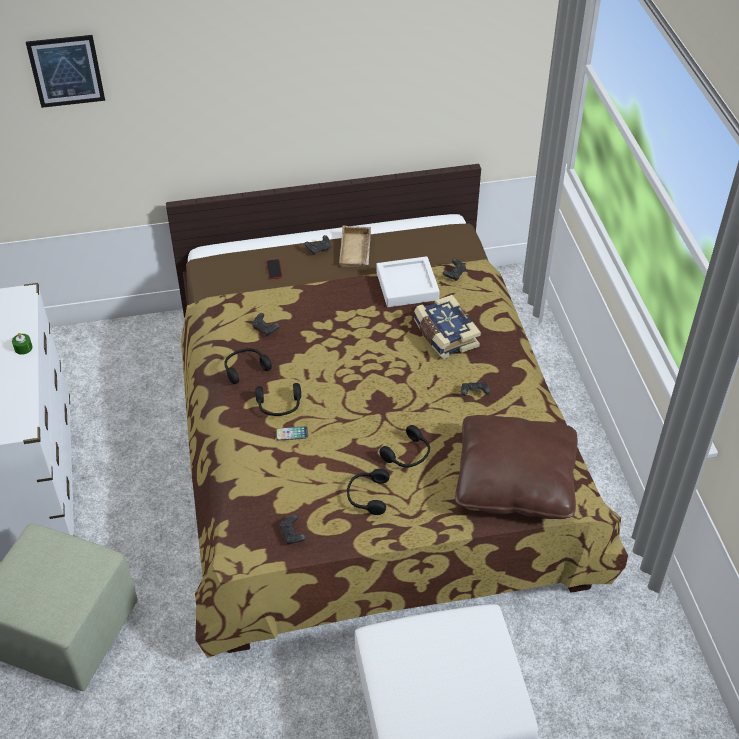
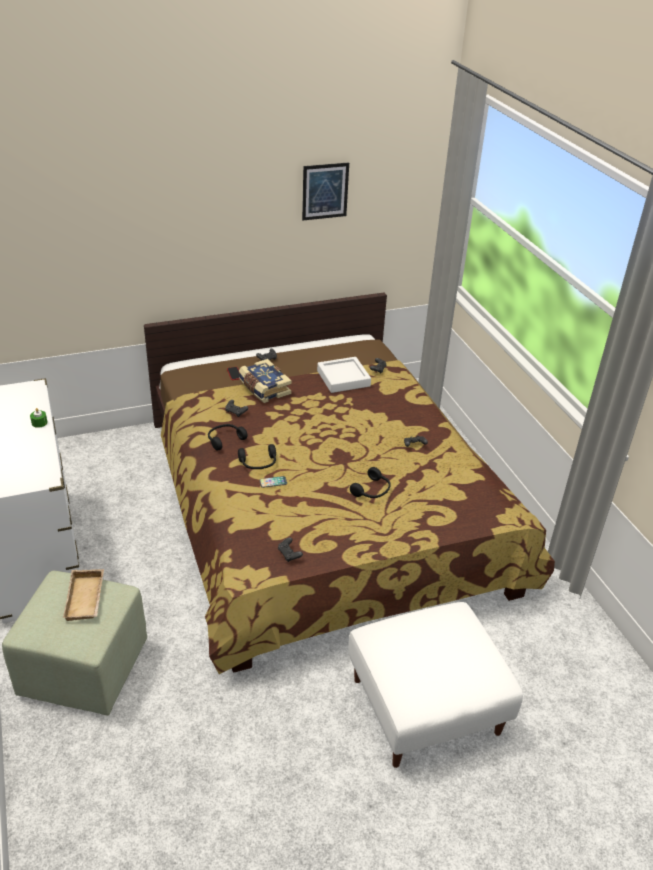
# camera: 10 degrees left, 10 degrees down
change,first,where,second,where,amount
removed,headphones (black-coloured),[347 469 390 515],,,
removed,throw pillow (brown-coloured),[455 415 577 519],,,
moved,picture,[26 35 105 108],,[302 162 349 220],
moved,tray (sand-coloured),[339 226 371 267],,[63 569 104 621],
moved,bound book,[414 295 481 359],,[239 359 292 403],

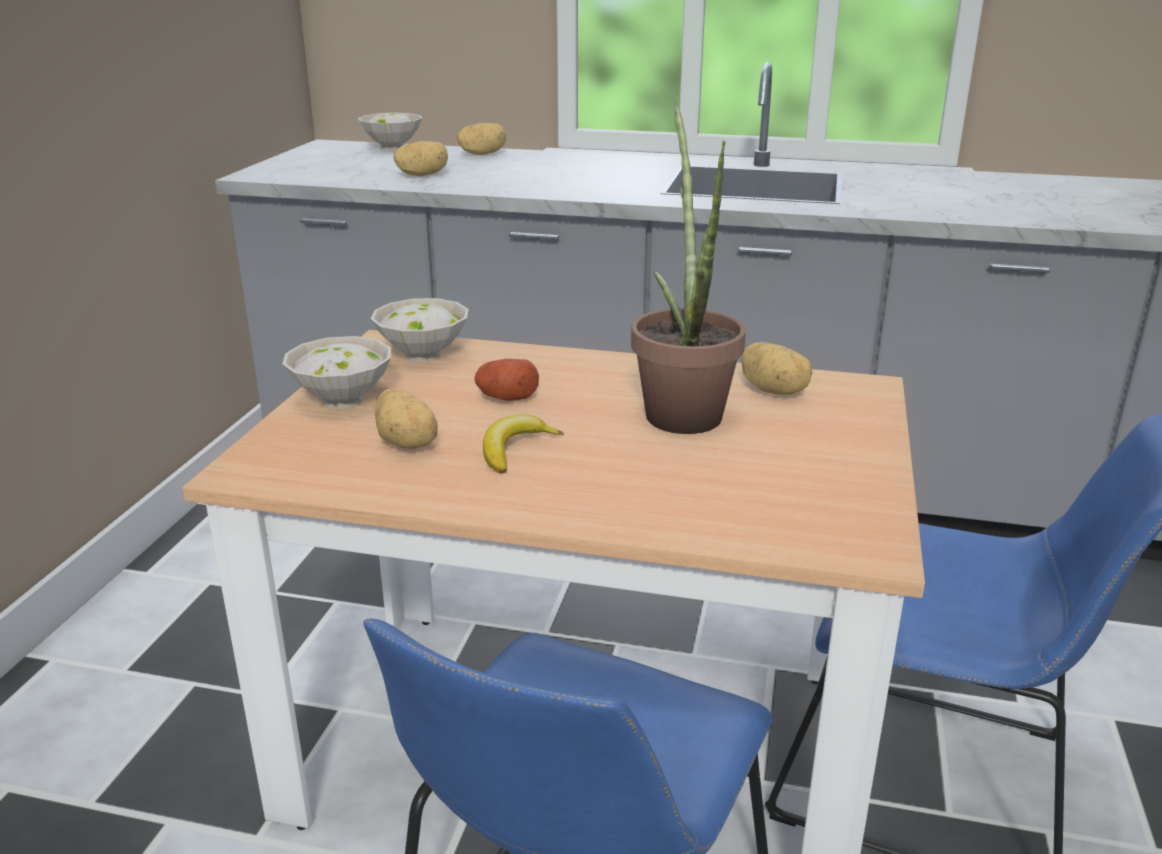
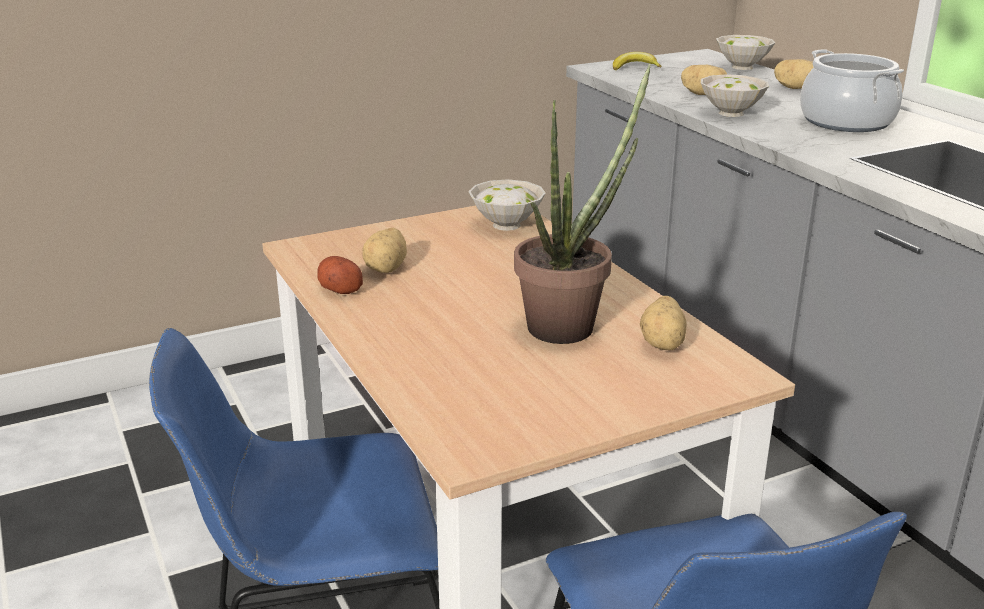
# camera: 50 degrees right, 0 degrees up
change,first,where,second,where,amount
added,,,stockpot,[800 50 904 132],
moved,deep dish (white-coloured),[282 336 391 409],,[701 74 769 117],
moved,spud,[474 359 539 401],,[318 256 363 294],
moved,banana fruit,[483 414 564 474],,[613 52 662 70],

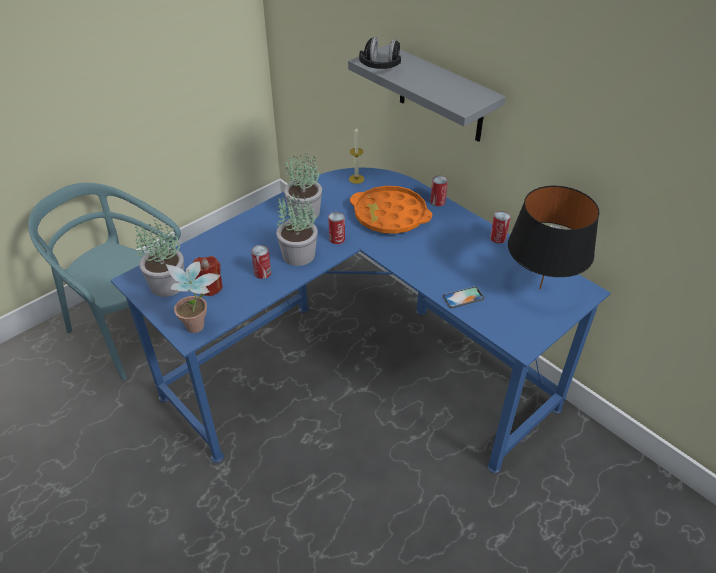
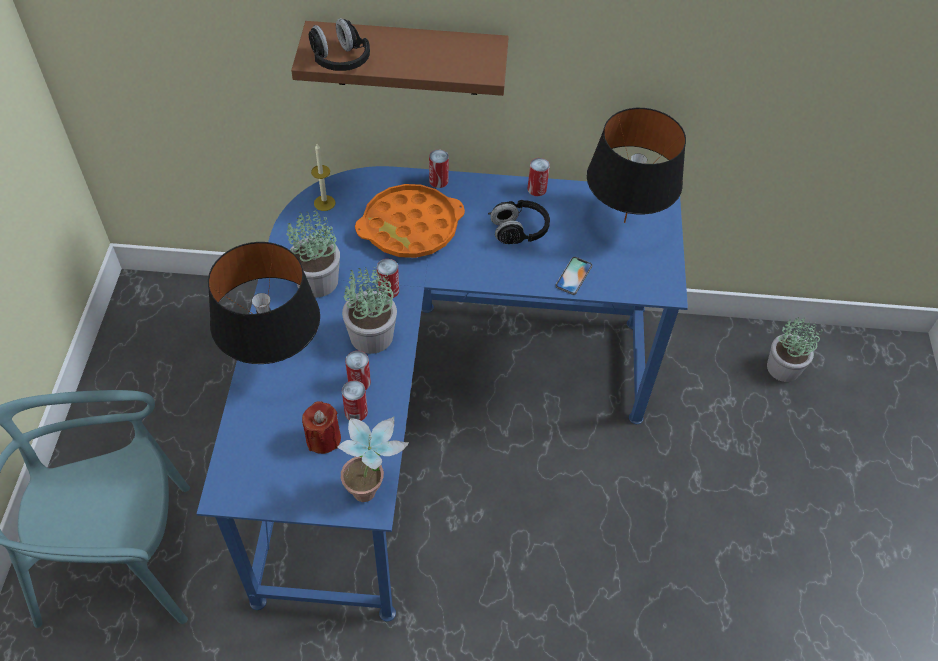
# camera: 45 degrees left, 10 degrees up
change,first,where,second,where,amount
added,,,tabletop lamp (black-coloured),[208 242 320 364],
added,,,metal can,[342 381 368 421],
added,,,headphones (black-coloured),[488 200 550 244],
moved,houseplant,[135 220 184 297],,[767 317 823 382],
recoloured,shelf (grey),[348 44 506 142],shelf (brown-coloured),[291 21 509 96],

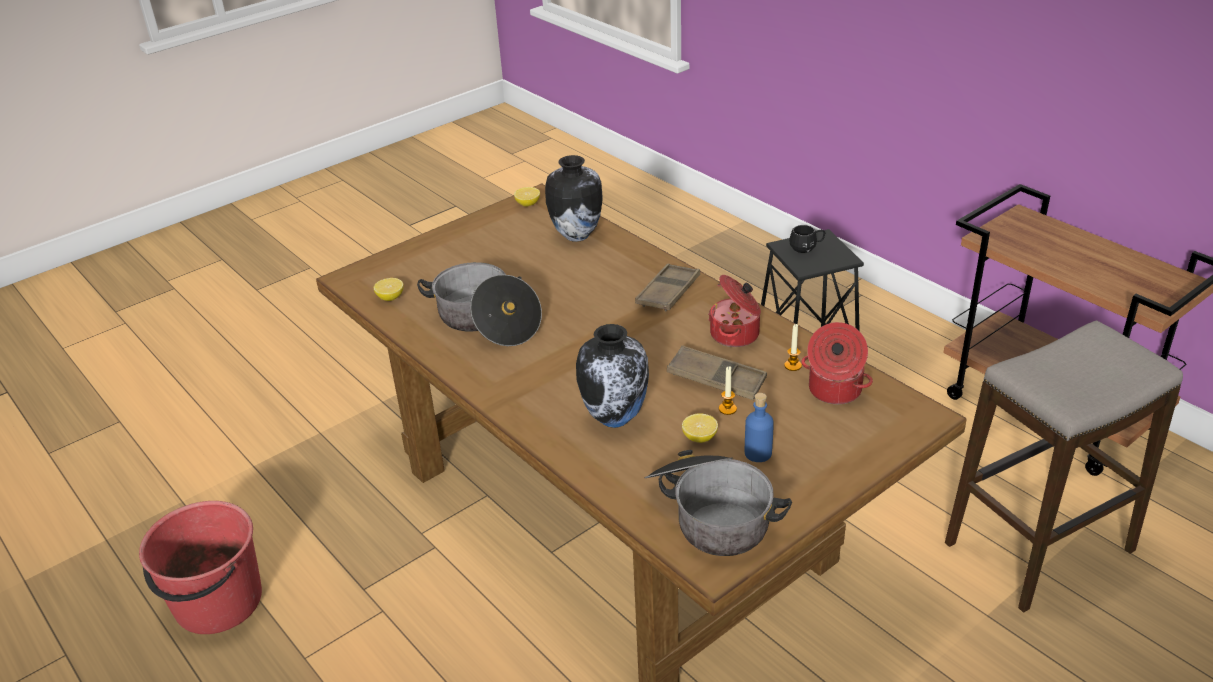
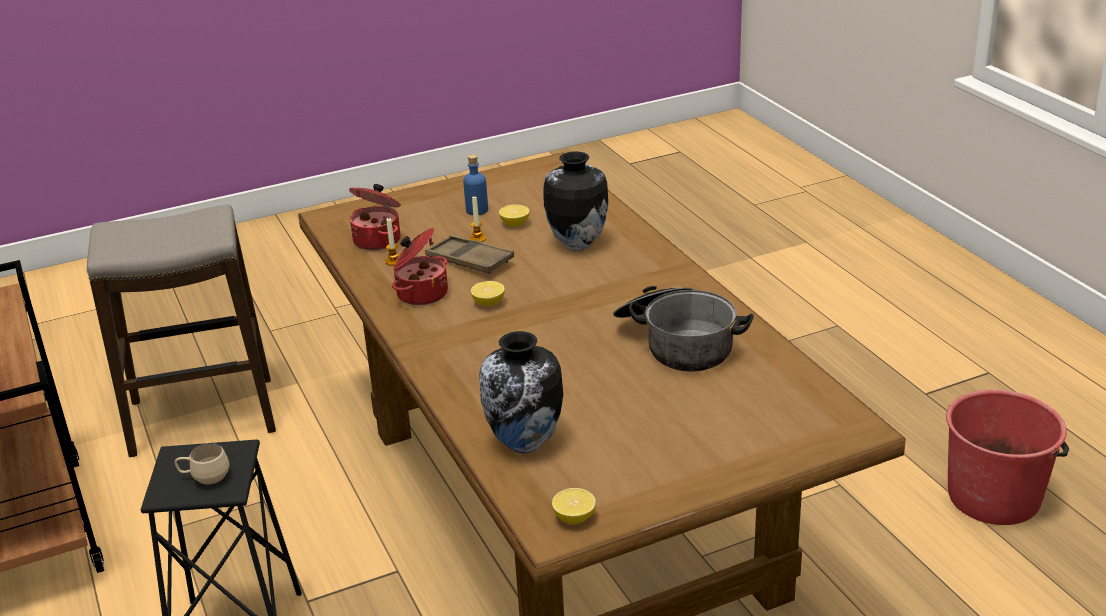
# camera: 165 degrees left, 5 degrees down
change,first,where,second,where,amount
removed,tray (brown-coloured),[635 263 700 311],,,
removed,stockpot,[645 450 792 556],,,
moved,whole lemon,[374 278 404 301],,[471 281 505 306],
recoloured,mug (black-coloured),[789 225 825 253],mug (sand-coloured),[175 443 229 484],

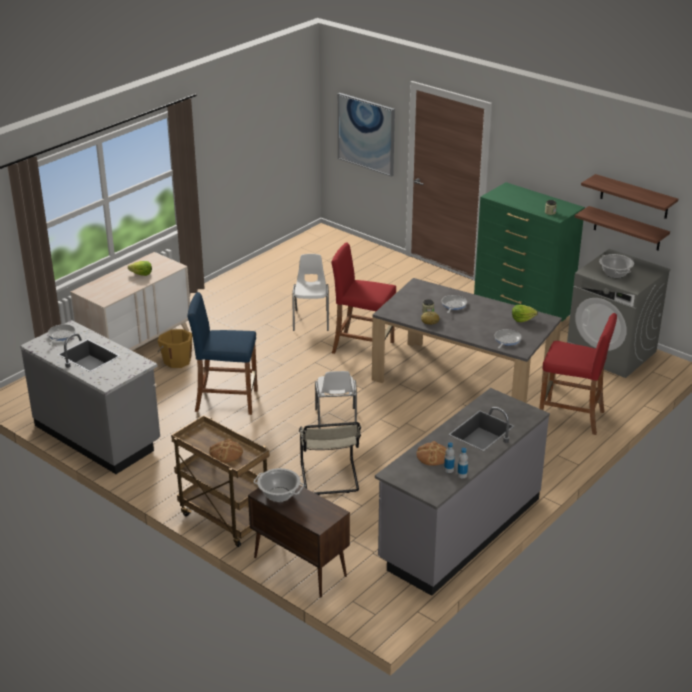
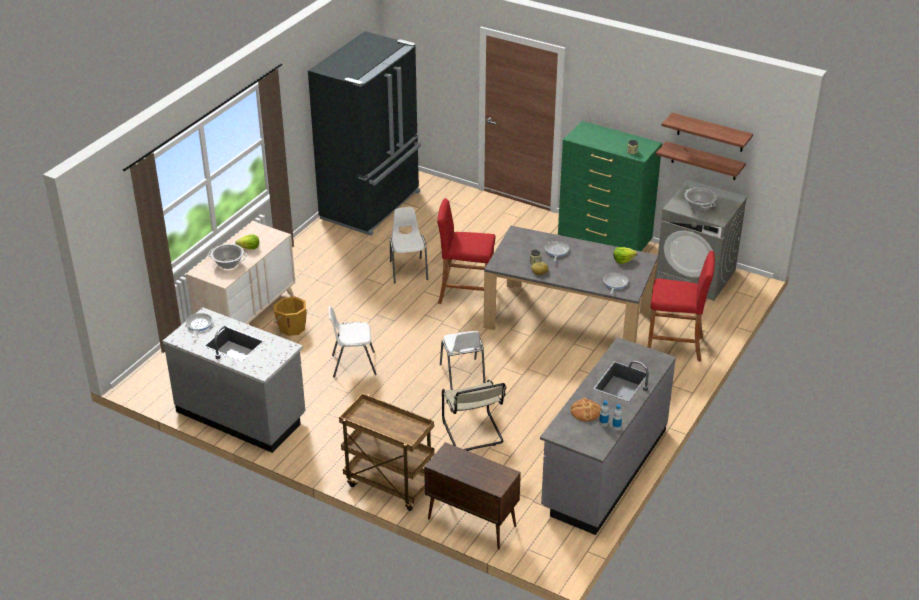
# camera: 10 degrees left, 5 degrees up
change,first,where,second,where,amount
removed,bread,[209 439 243 463],,,
removed,picture,[338 93 395 177],,,
added,,,kitchen fridge (black-coloured),[308 31 421 236],
moved,stockpot,[253 468 304 502],,[207 244 247 269],
replaced,stool (bluish),[188 292 258 415],chair (white-coloured),[329 306 377 377],

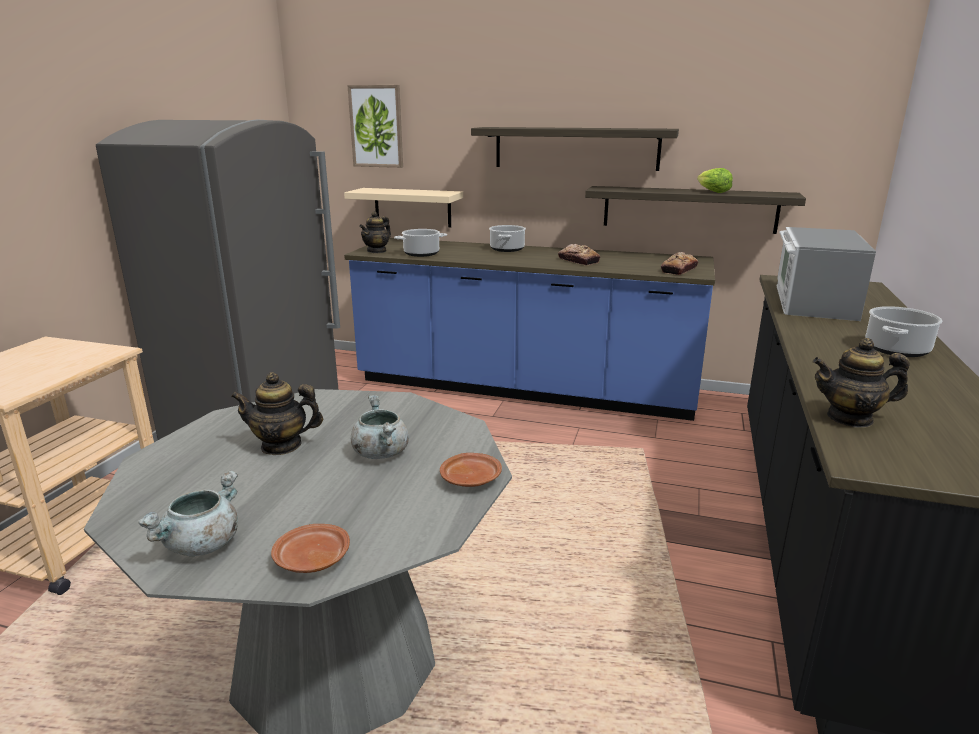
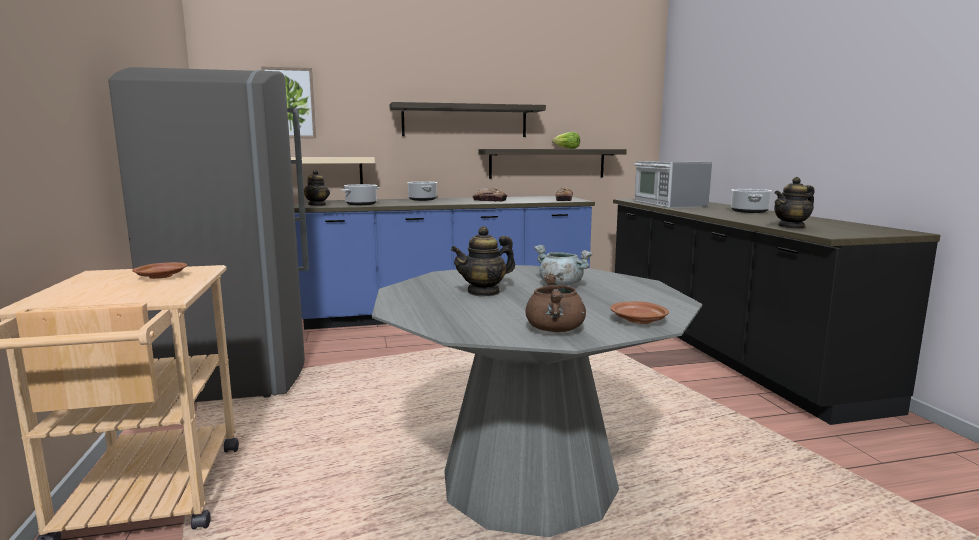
# camera: 30 degrees left, 10 degrees down
change,first,where,second,where,amount
moved,dinner plate (brown-coloured),[440 453 502 487],,[132 262 187 279],
recoloured,stockpot (grey),[137 470 238 556],stockpot (brown-coloured),[525 273 586 332],

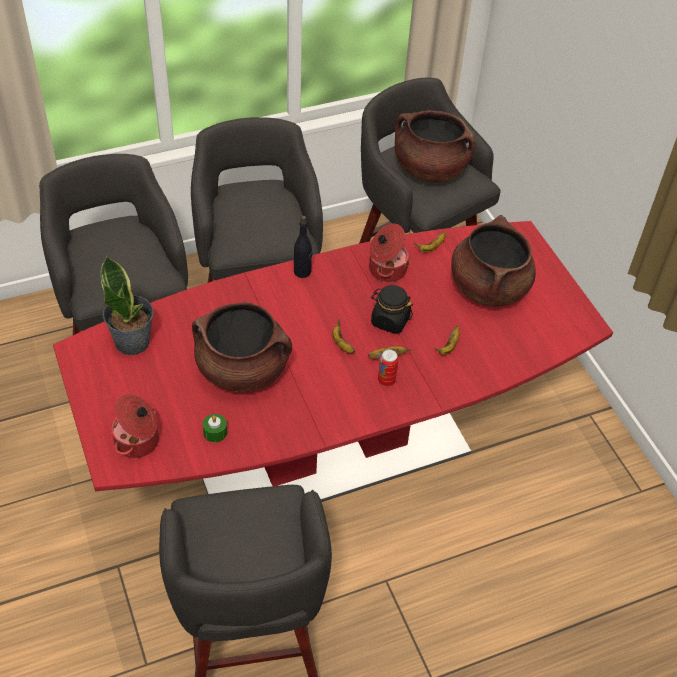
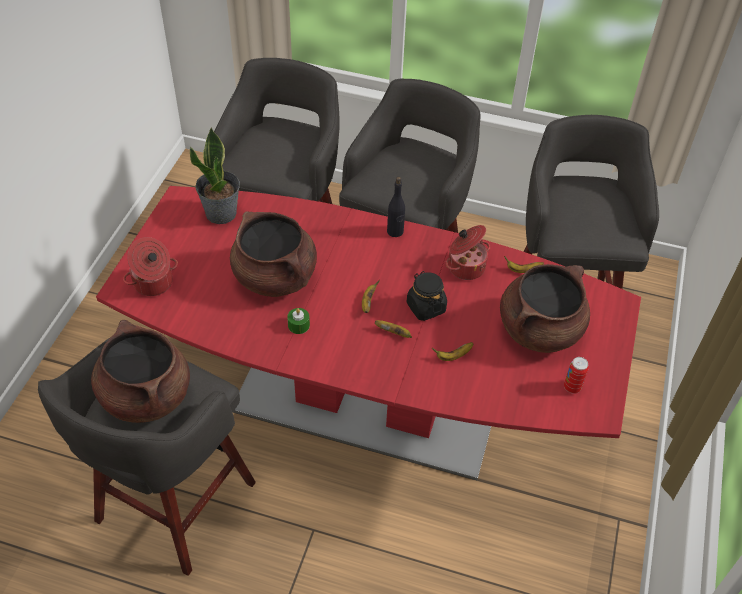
# camera: 40 degrees right, 0 degrees up
change,first,where,second,where,amount
moved,candle (green),[203 414 227 442],,[287 308 310 334],
moved,metal can,[378 349 398 387],,[564 357 589 394],
moved,stockpot (brown-coloured),[395 111 475 182],,[91 320 190 423],

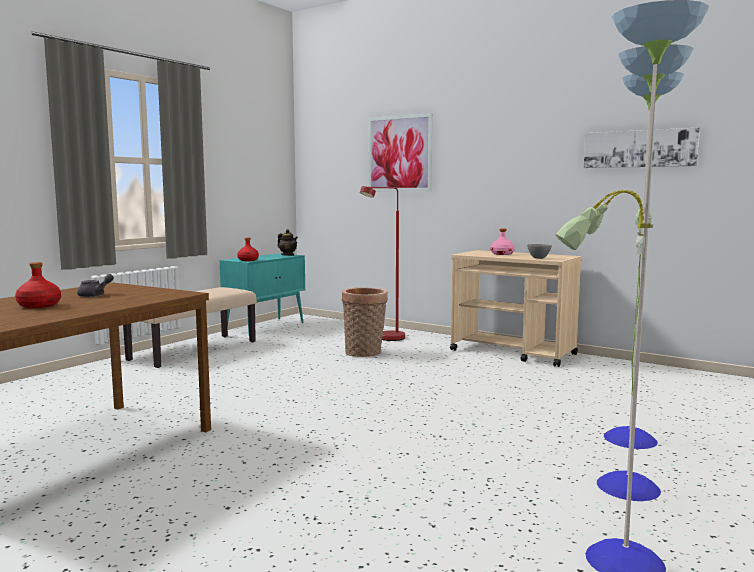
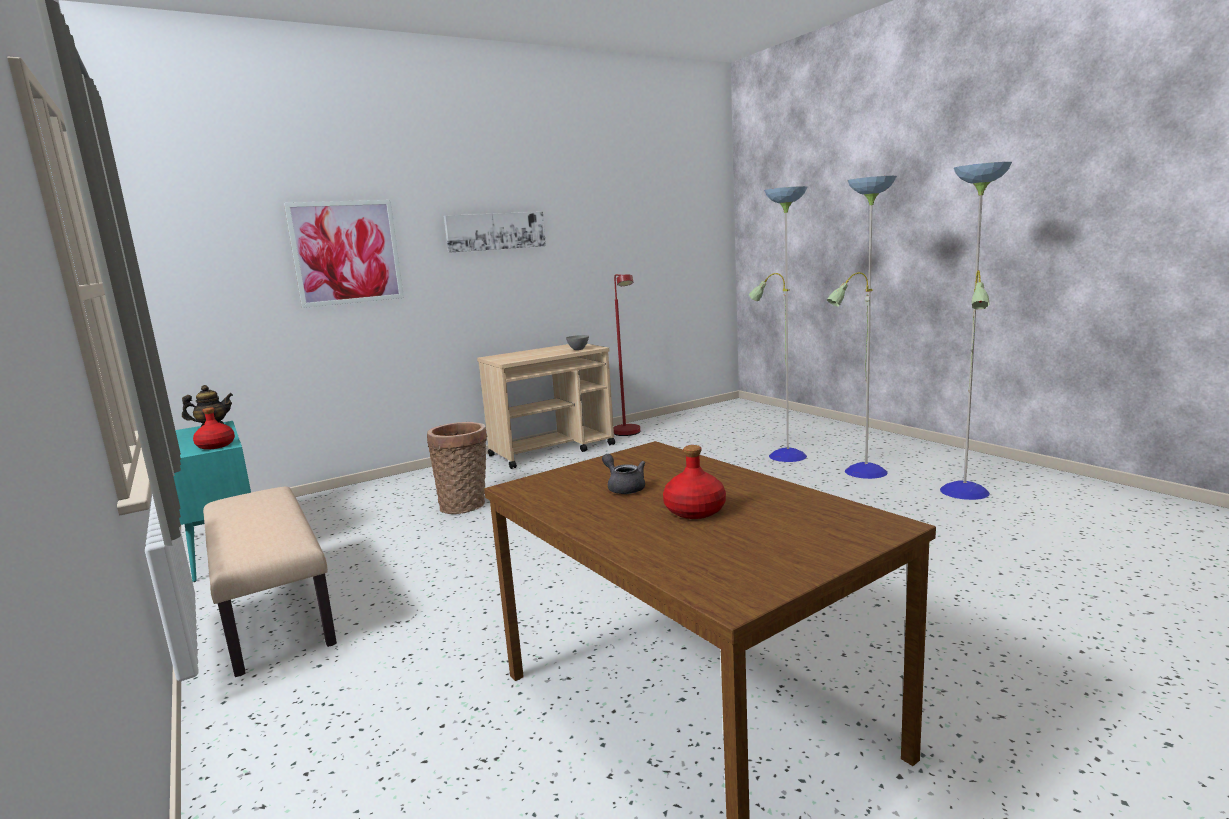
# camera: 65 degrees left, 5 degrees up
change,first,where,second,where,amount
removed,beverage bottle (pink-coloured),[490 229 515 255],,,
moved,floor lamp (reddish),[360 186 405 341],,[614 274 640 436],
moved,picture,[584 128 700 168],,[444 212 546 253],

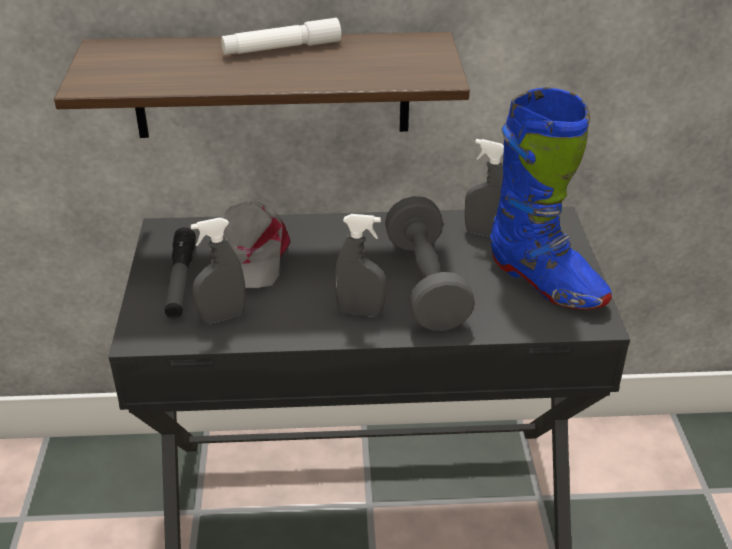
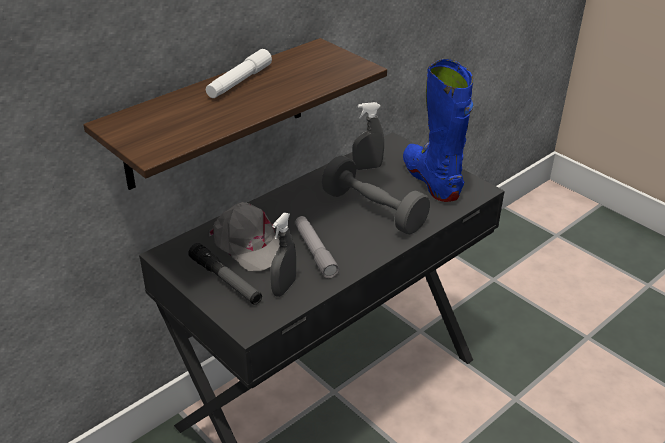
# camera: 40 degrees left, 0 degrees up
change,first,where,second,where,amount
removed,spray bottle (grey),[335 214 387 317],,,
added,,,flashlight (grey),[295 216 339 278],
turned,boot (bluish),[490 87 612 310],,[403 59 474 202],120 degrees counterclockwise

